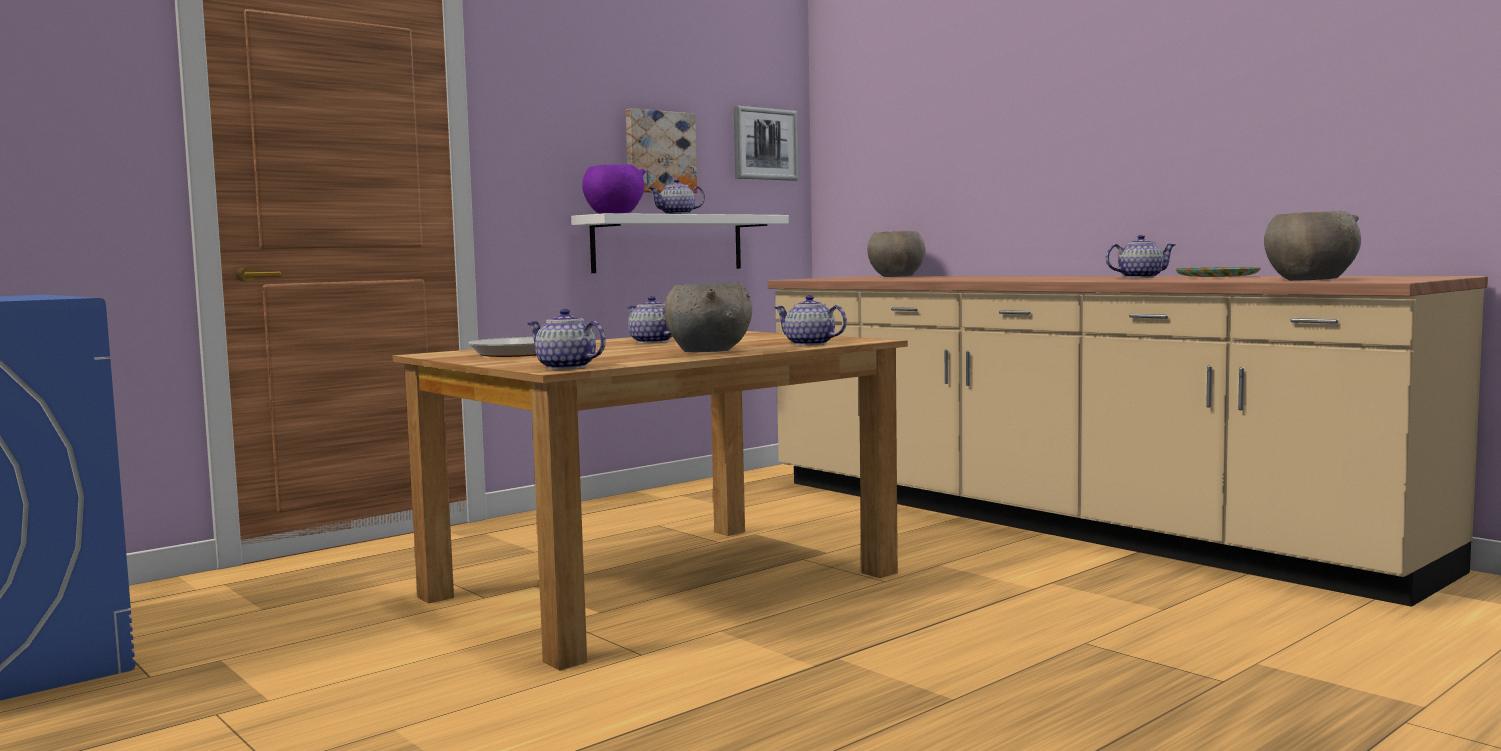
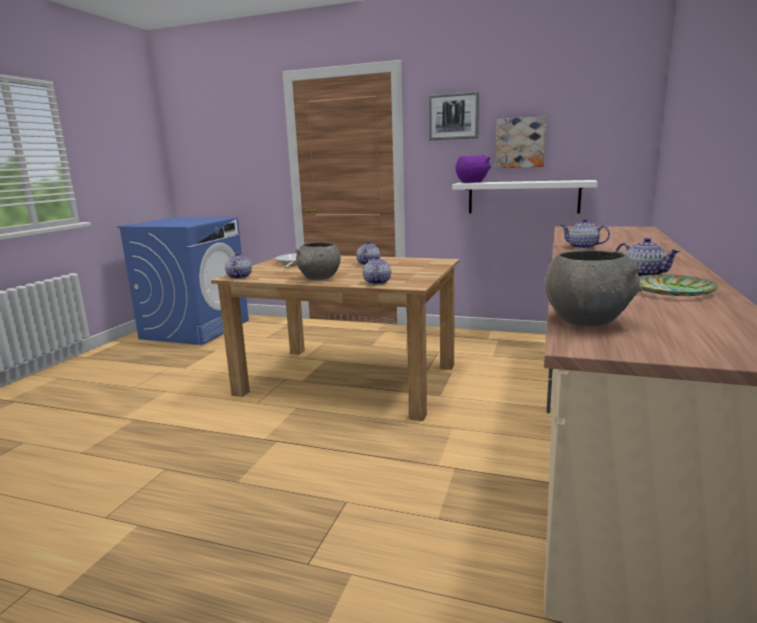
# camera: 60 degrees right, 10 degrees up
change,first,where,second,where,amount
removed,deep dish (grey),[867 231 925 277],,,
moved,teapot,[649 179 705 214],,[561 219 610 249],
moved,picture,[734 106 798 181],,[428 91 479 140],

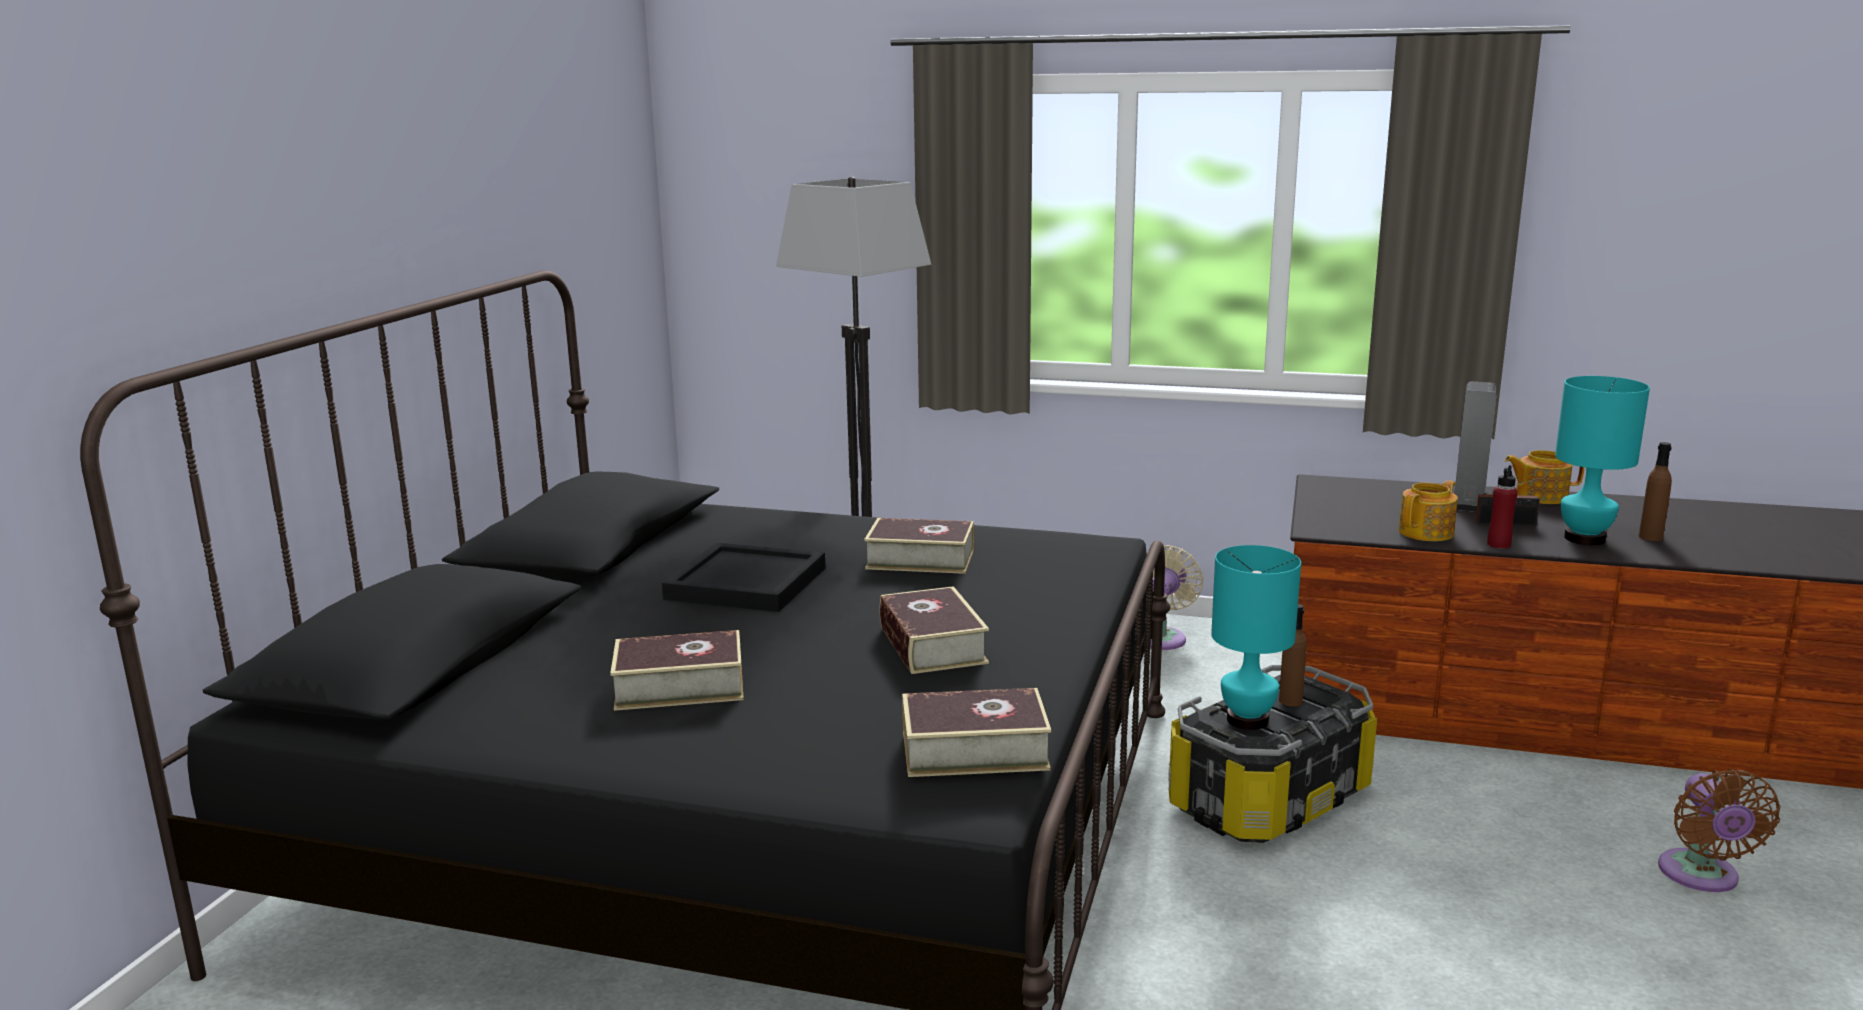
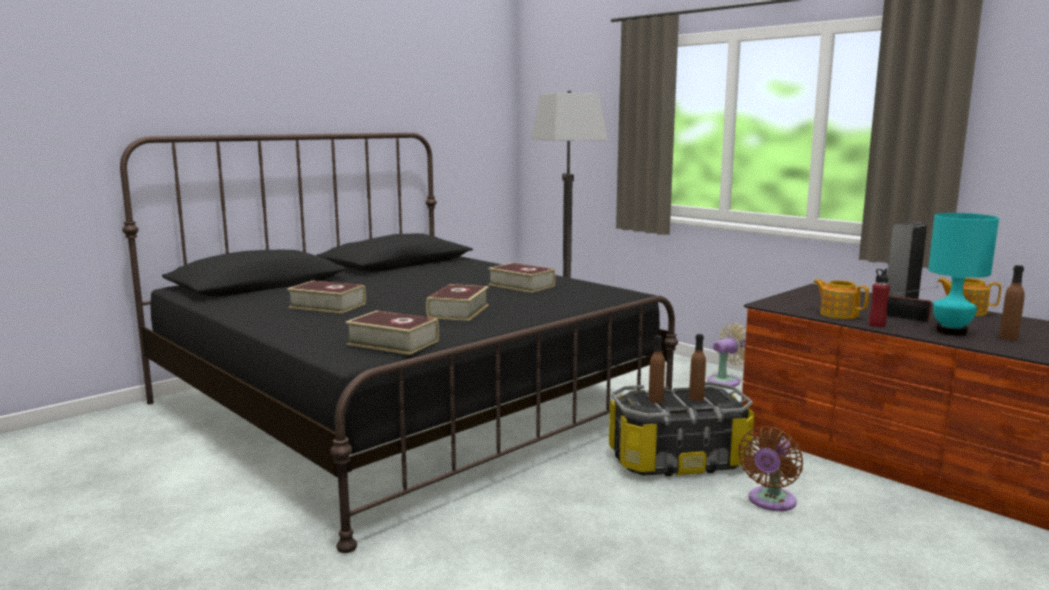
# camera: 30 degrees right, 5 degrees down
change,first,where,second,where,amount
removed,tray (black-coloured),[662 543 825 612],,,
moved,fan (brown-coloured),[1658 769 1780 892],,[738 426 803 511],
replaced,tabletop lamp (turquoise-coloured),[1211 545 1301 730],beverage bottle (brown-coloured),[649 335 665 403],
turned,teapot,[1399 480 1458 541],,[813 279 869 319],120 degrees counterclockwise

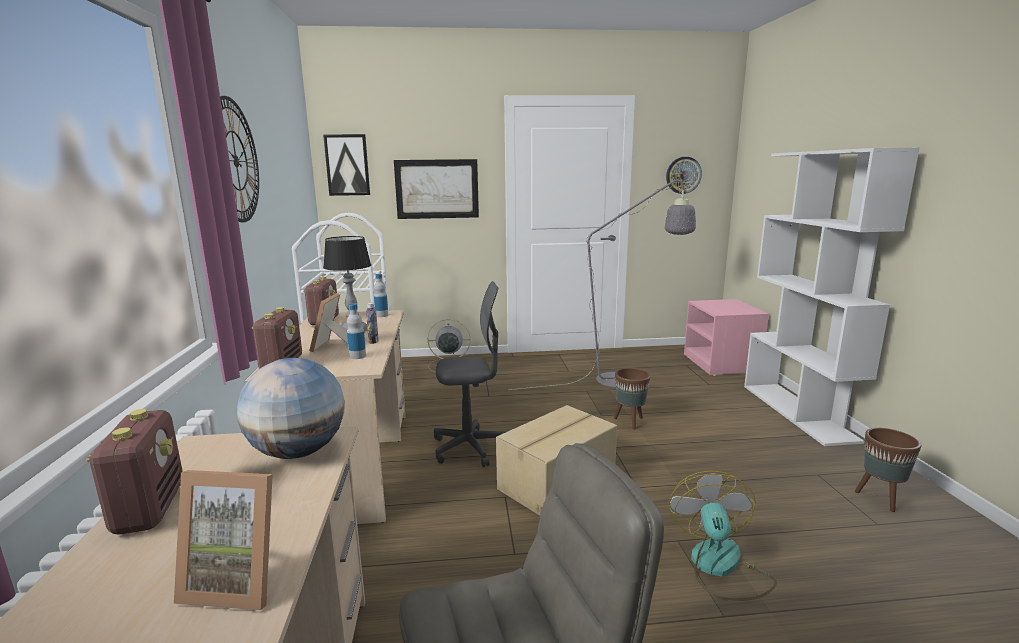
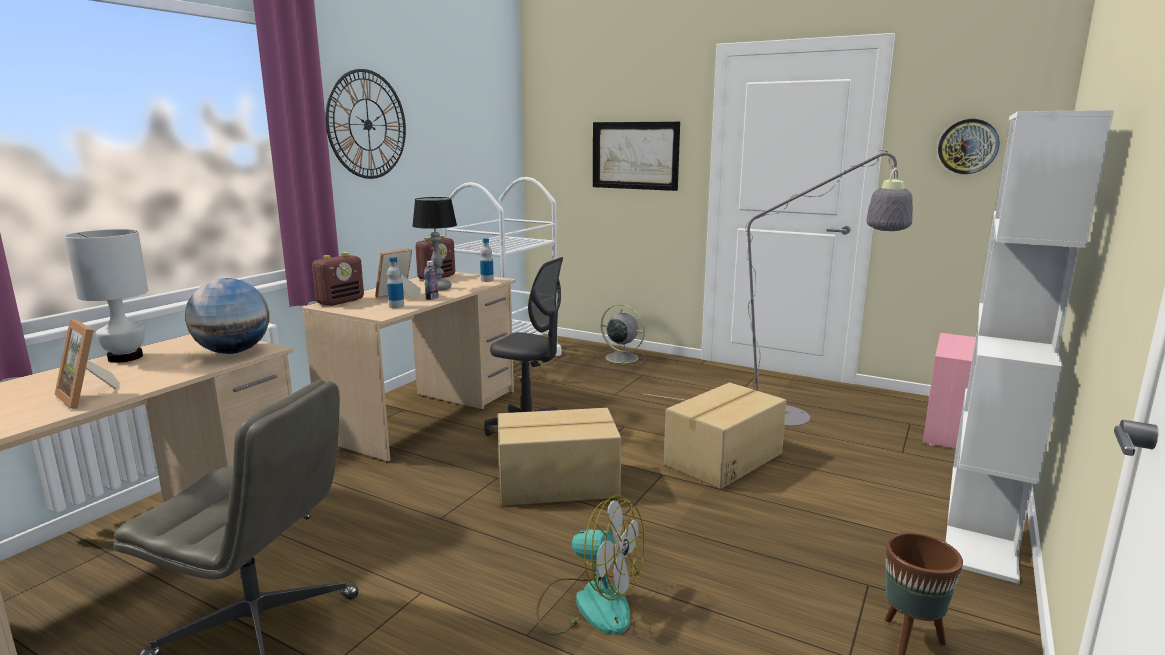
# camera: 35 degrees right, 0 degrees up
change,first,where,second,where,amount
removed,picture,[323 134 370 196],,,
replaced,radio set,[86 409 183 535],tabletop lamp (white-coloured),[64 229 148 363],
replaced,planter (brown-coloured),[614 368 651 430],packing box,[664 383 787 489],
turned,fan,[668 471 777 601],,[536 495 645 635],75 degrees clockwise

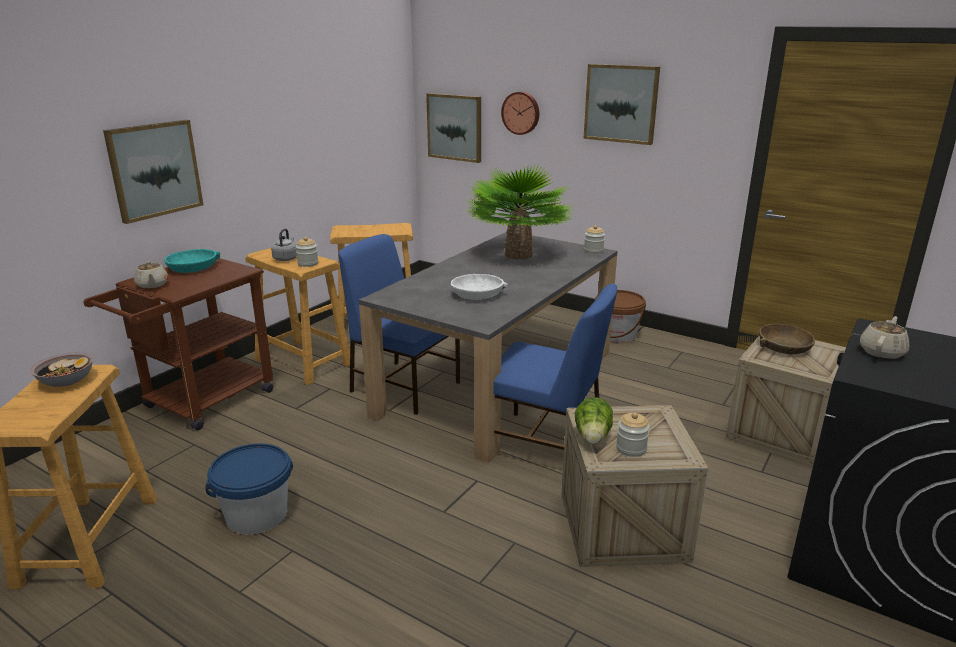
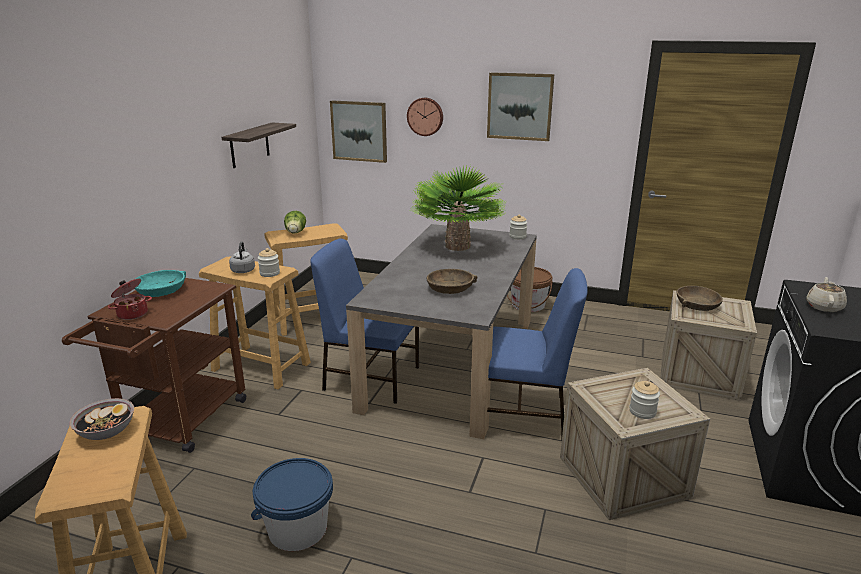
# camera: 15 degrees left, 0 degrees up
change,first,where,second,where,amount
removed,picture,[103 120 203 224],,,
added,,,shelf,[221 123 296 168],
moved,head of lettuce,[575 398 613 444],,[284 211 306 234],
replaced,teapot (sand-coloured),[134 261 168 288],stockpot,[108 279 152 320],
recoloured,deep dish (white-coloured),[451 274 508 300],deep dish (brown-coloured),[427 269 477 294],

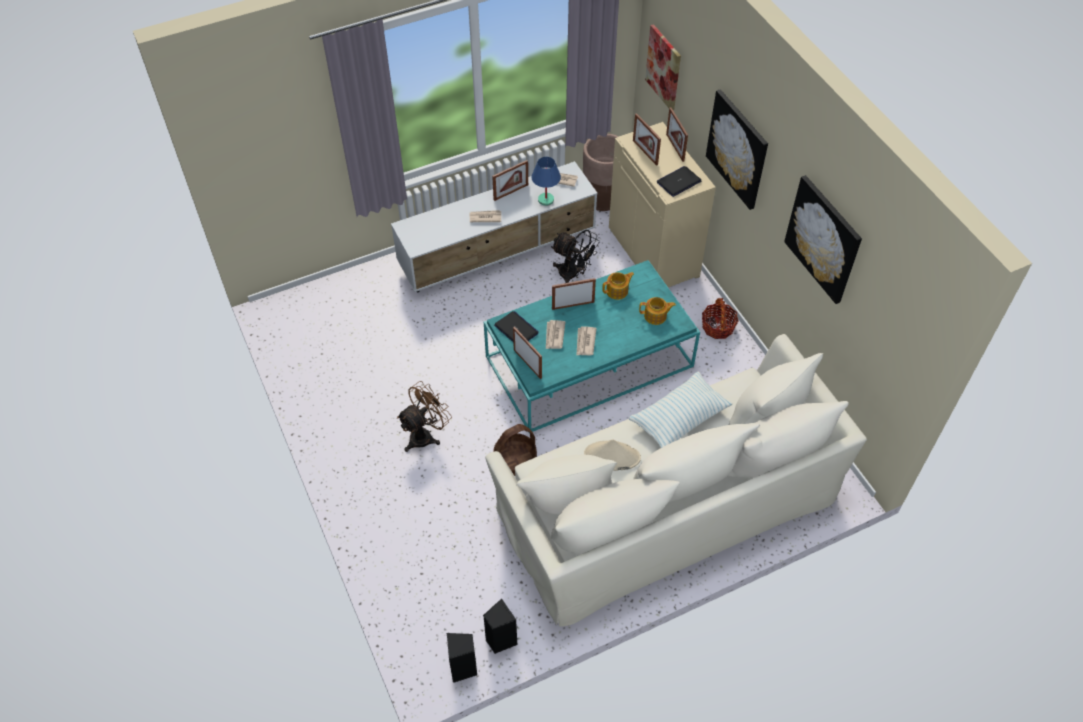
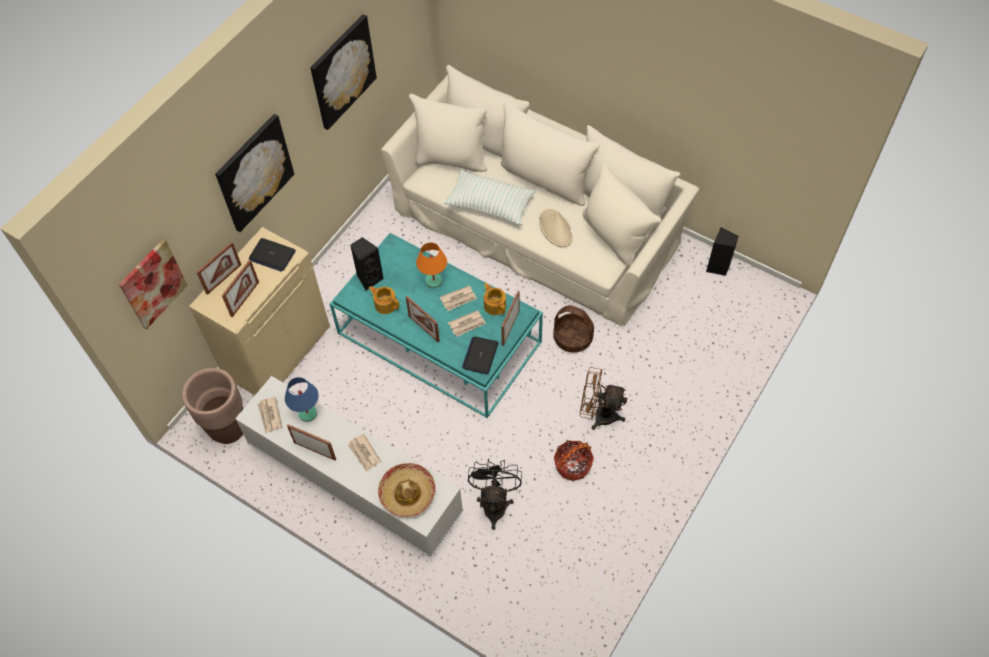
# camera: 120 degrees left, 5 degrees up
change,first,where,second,where,amount
added,,,wearable hat,[378 463 436 517],
added,,,tabletop lamp (orangey),[416 242 447 288],
moved,speaker (black-coloured),[447 633 477 683],,[350 237 384 291],
moved,fan (black-coloured),[551 230 599 283],,[468 459 522 530],
moved,teapot,[639 297 676 325],,[484 283 506 315],
moved,storage basket,[702 298 738 339],,[554 440 594 481],

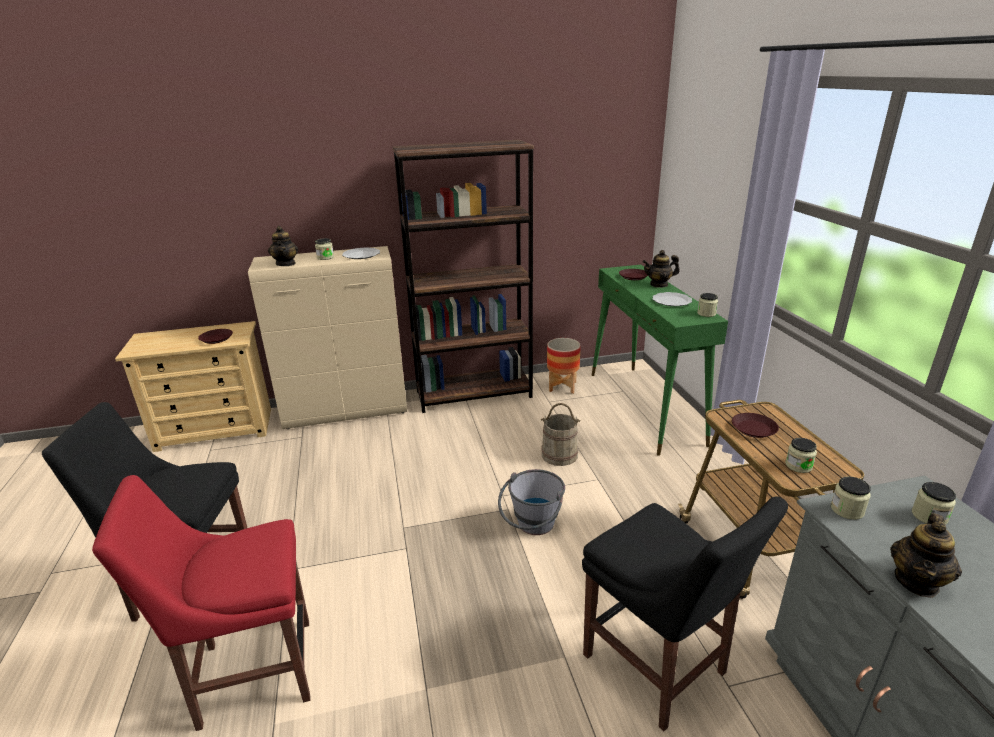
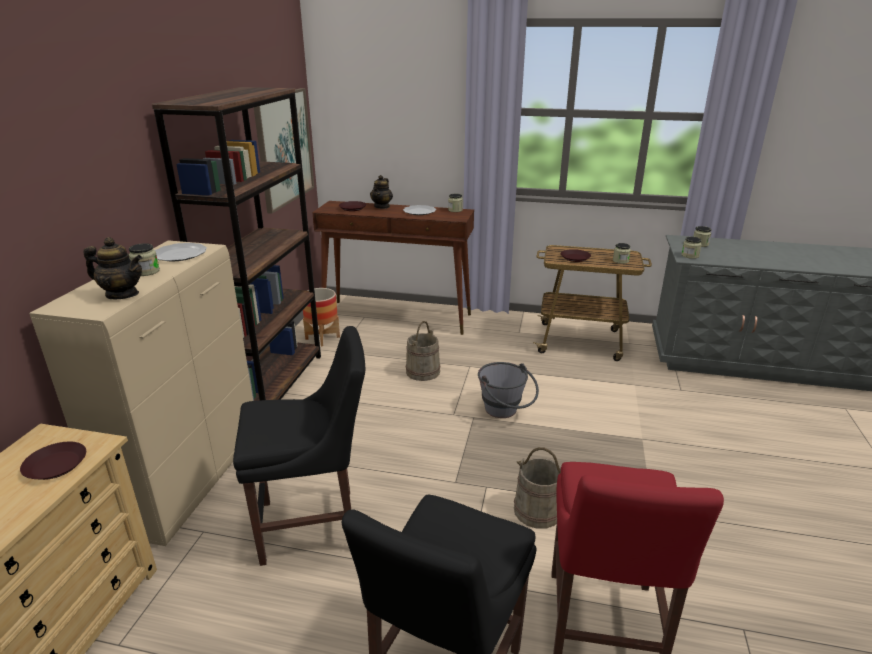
# camera: 65 degrees left, 0 degrees up
change,first,where,second,where,amount
removed,teapot,[890 513 962 598],,,
added,,,picture,[254 88 314 214],
added,,,pail (sand-coloured),[514 447 561 529],
moved,chair (black-coloured),[582 496 788 732],,[233 326 365 566],
recoloured,console table (green),[592 265 728 456],console table (brown-coloured),[312 201 474 335],

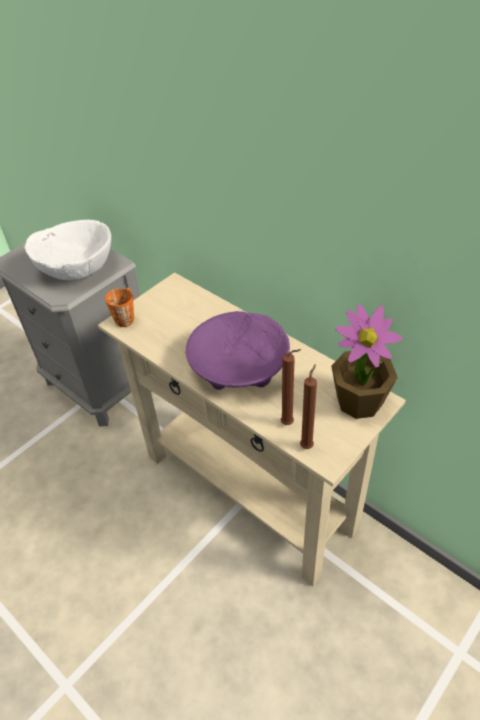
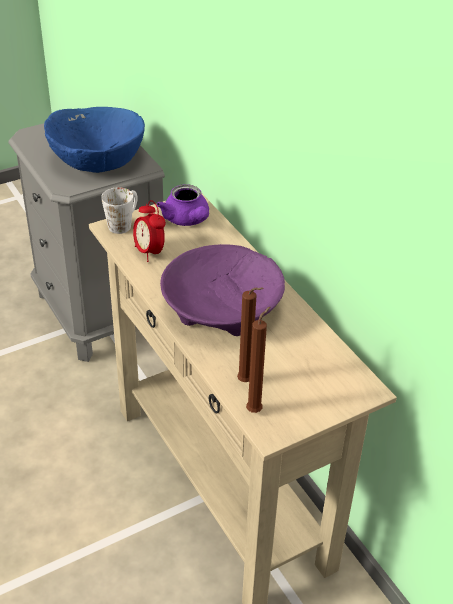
# camera: 15 degrees right, 5 degrees down
change,first,where,second,where,amount
removed,houseplant,[331 304 402 419],,,
added,,,bedside clock,[133 200 166 262],
added,,,teapot (purple),[157 184 209 226],
recoloured,deep dish (white-coloured),[25 220 111 280],deep dish (bluish),[44 107 145 173],
recoloured,mug (orangey),[105 288 134 327],mug (white-coloured),[101 187 138 234],

